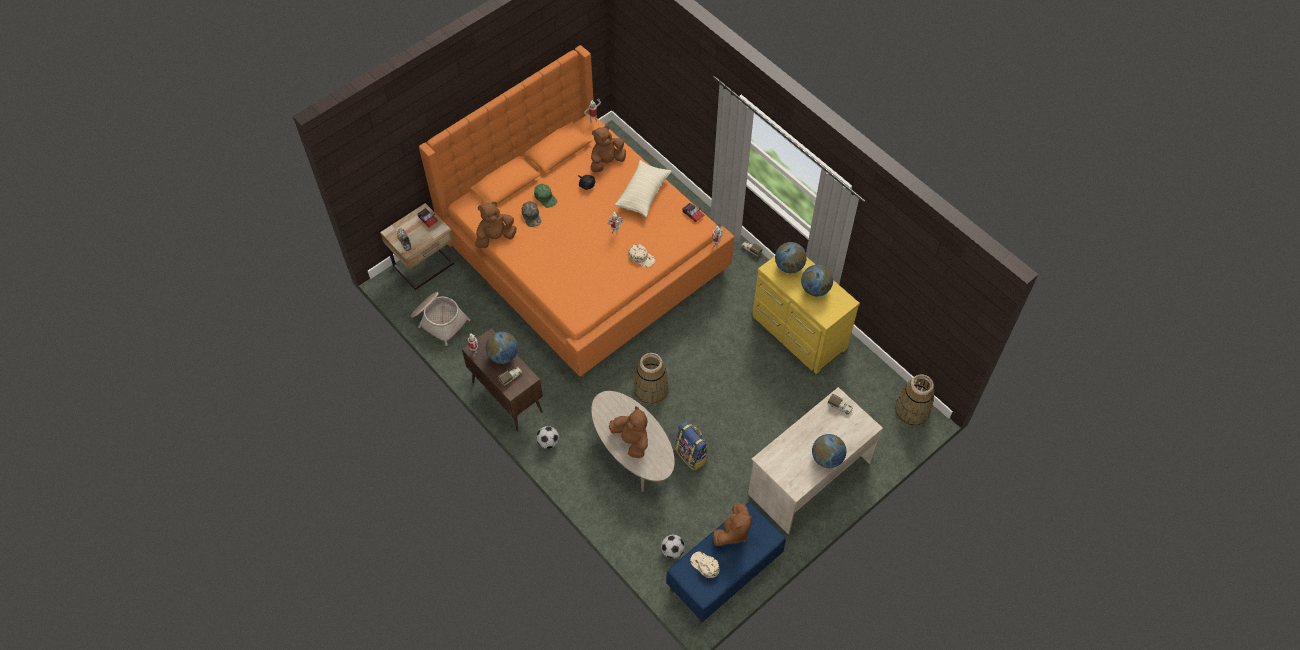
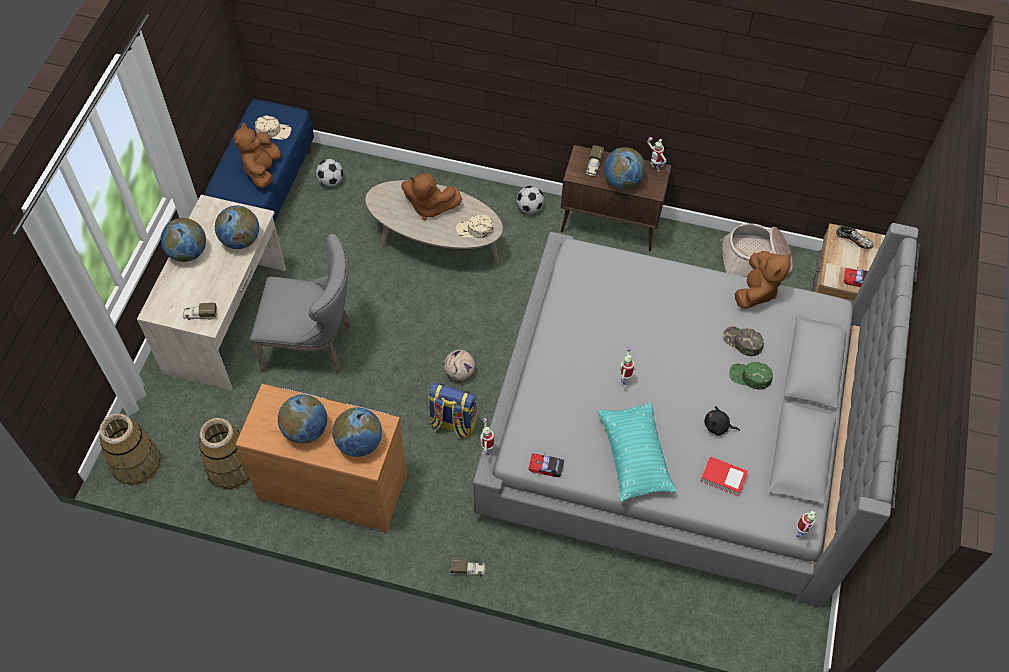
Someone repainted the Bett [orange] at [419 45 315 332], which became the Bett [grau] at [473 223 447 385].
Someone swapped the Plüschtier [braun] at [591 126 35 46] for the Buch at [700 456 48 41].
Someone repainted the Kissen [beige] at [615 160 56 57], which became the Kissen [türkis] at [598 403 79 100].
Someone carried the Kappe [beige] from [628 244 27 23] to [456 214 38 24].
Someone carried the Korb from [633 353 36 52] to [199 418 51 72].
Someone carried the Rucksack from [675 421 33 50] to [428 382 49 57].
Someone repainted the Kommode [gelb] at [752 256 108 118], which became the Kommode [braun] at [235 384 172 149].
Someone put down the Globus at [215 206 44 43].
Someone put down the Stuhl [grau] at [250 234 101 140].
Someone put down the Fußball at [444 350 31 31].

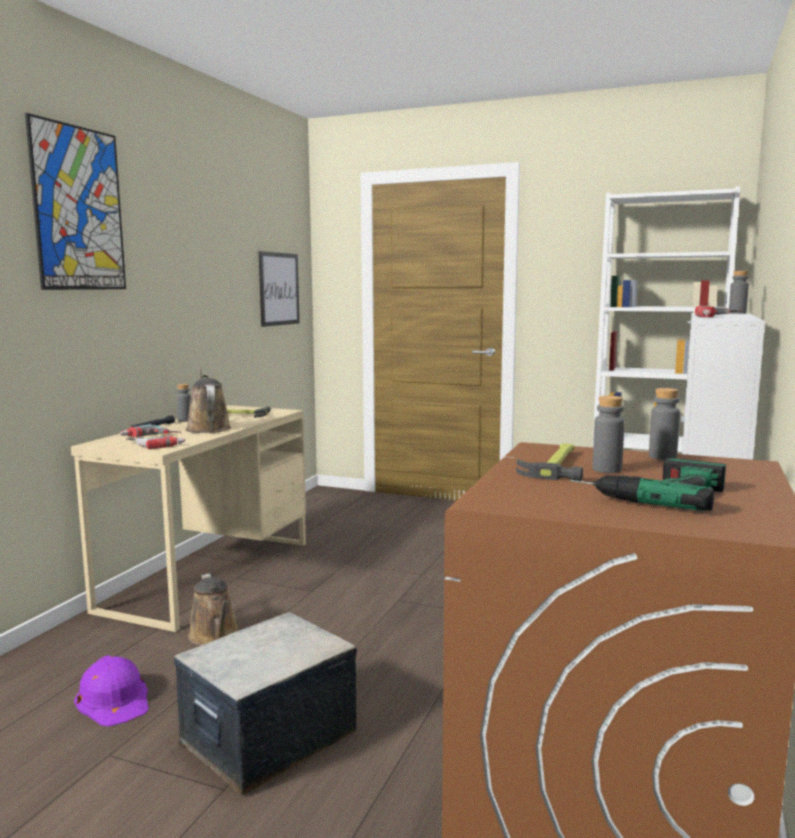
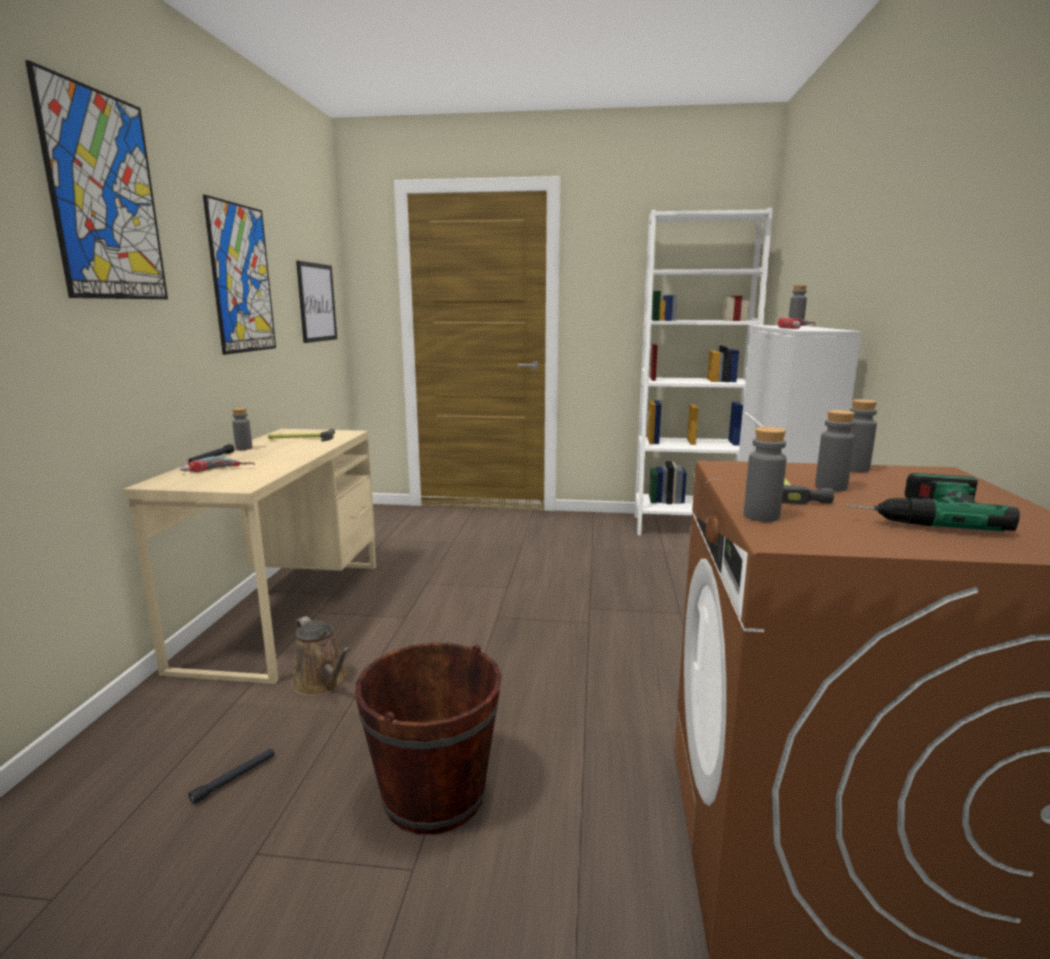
Someone swapped the Schutzhelm [lila] at [74 655 75 72] for the Taschenlampe [schwarz] at [189 748 86 56].
Someone took away the Bohrmaschine at [126 436 59 13].
Someone swapped the Aufbewahrungsbox at [174 612 183 183] for the Eimer [braun] at [355 643 147 192].
Someone took away the Gießkanne [braun] at [186 366 45 67].
Someone put up the Bild at [203 195 73 160].
Someone put down the Flasche [grau] at [744 427 43 95].

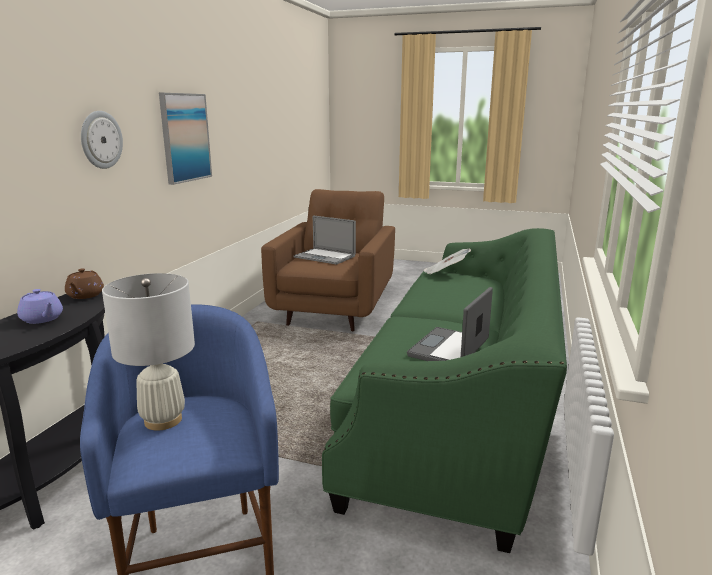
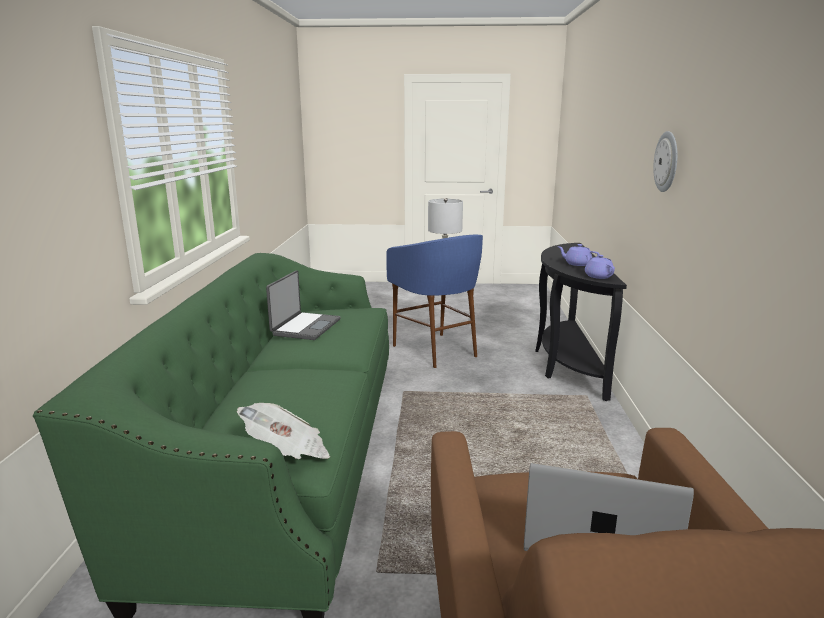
Someone repainted the Teekanne [braun] at [65 268 39 31], which became the Teekanne [lila] at [585 255 30 24].
Someone took away the Bild at [159 93 53 92].

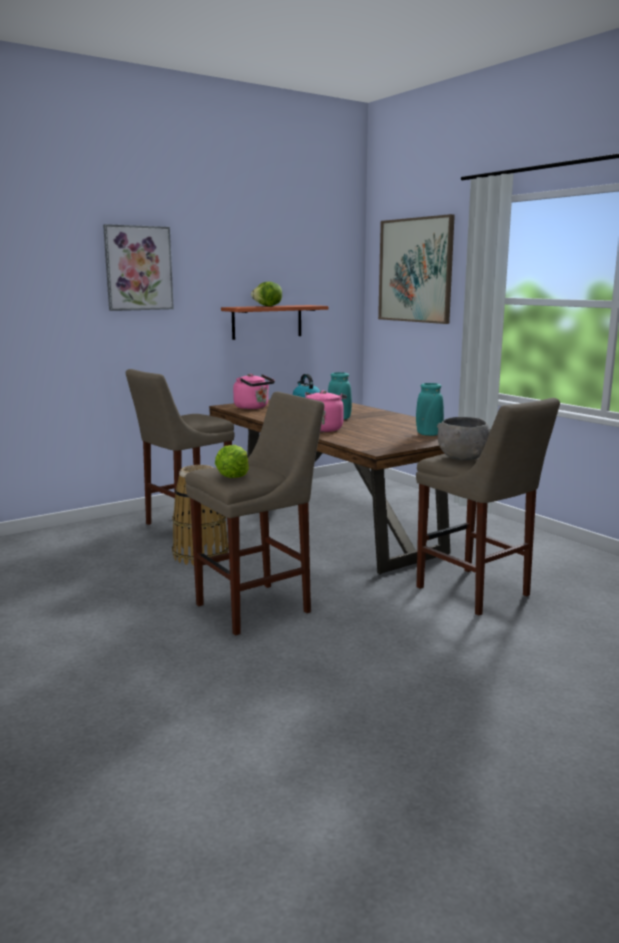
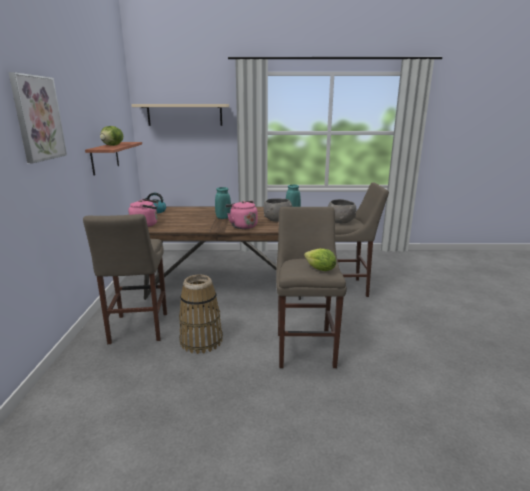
Someone swapped the Bild at [378 214 77 110] for the Wandregal [beige] at [131 104 98 22].
Someone put down the Schüssel [grau] at [263 198 29 24].

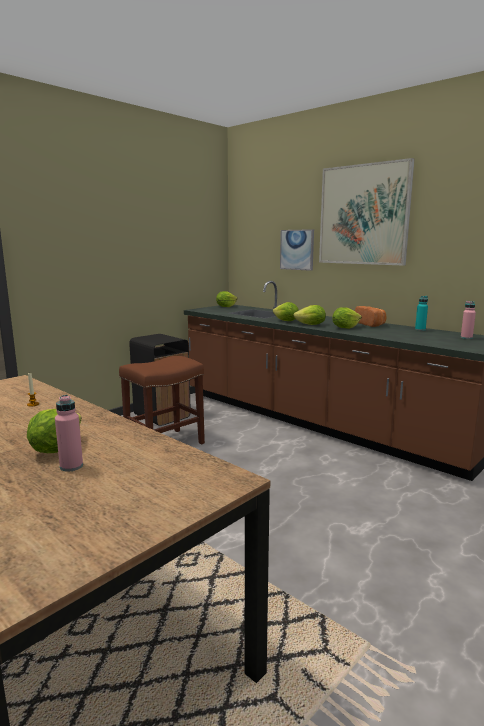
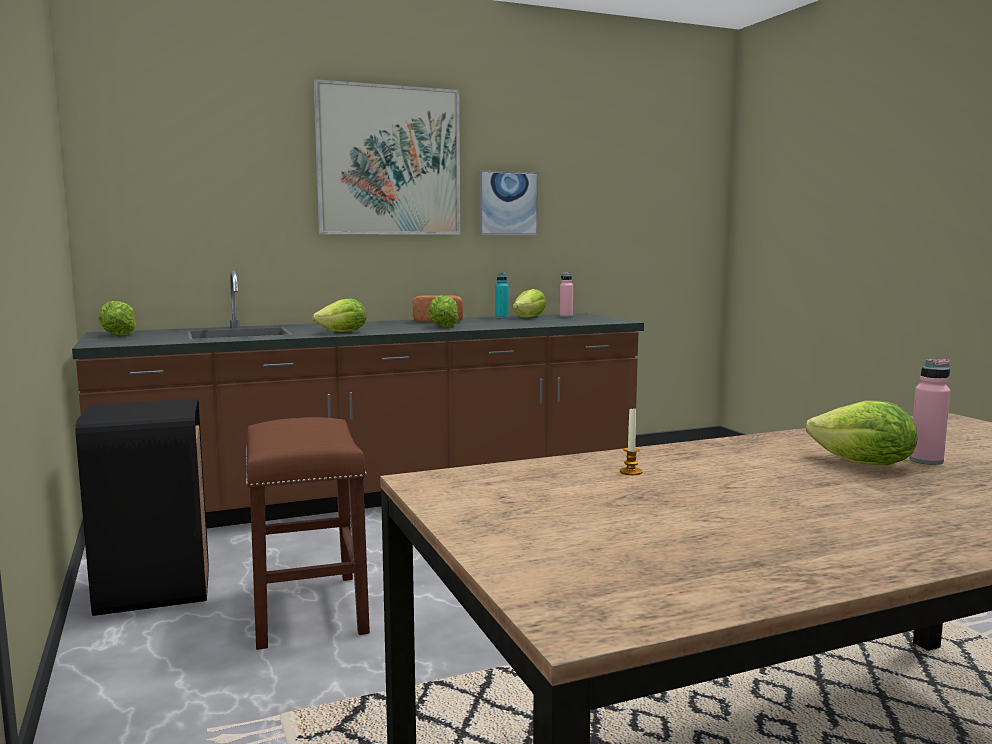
Someone carried the Bild from [280 229 34 42] to [479 171 59 65].
Someone carried the Salatkopf from [294 305 32 20] to [513 289 33 29].

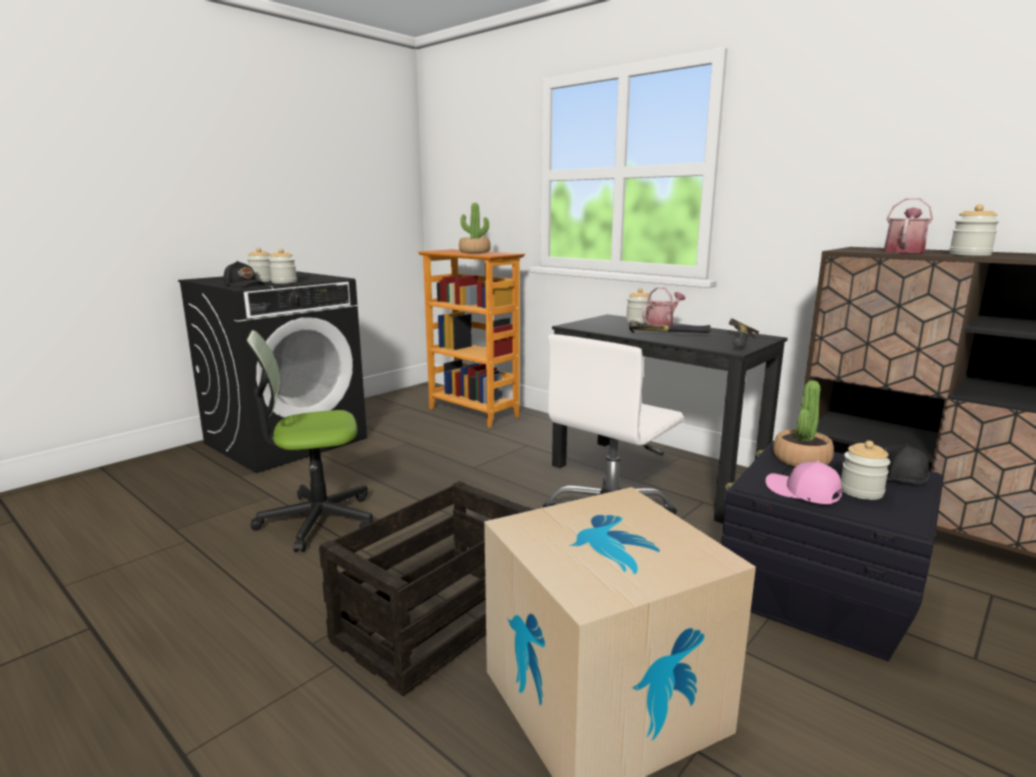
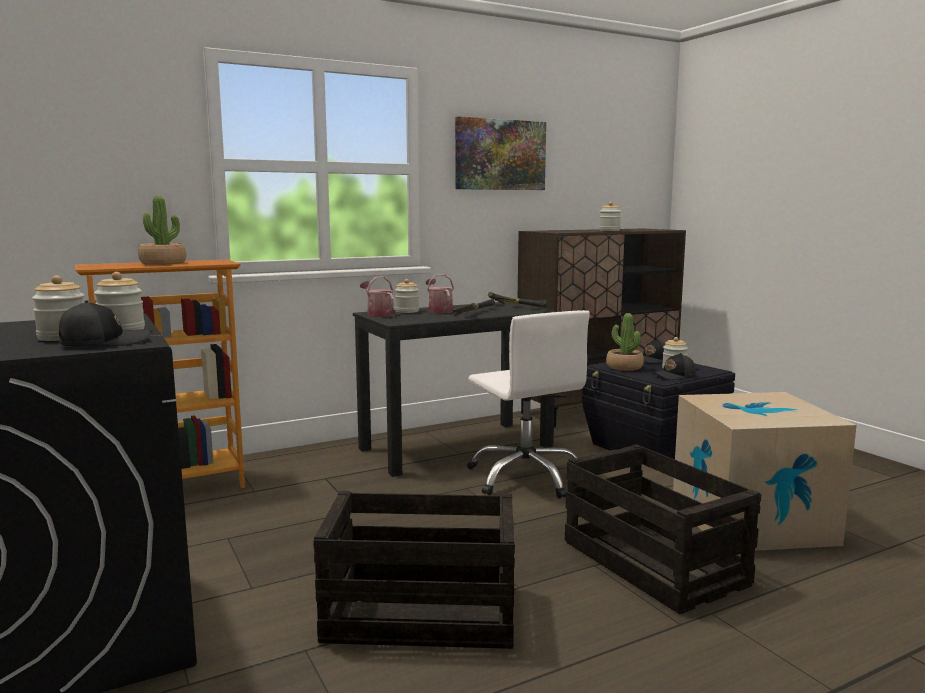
Someone swapped the Bürostuhl at [246 330 127 222] for the Kiste at [313 491 202 158].
Someone repainted the Kappe [rosa] at [765 461 77 43], which became the Kappe [schwarz] at [652 353 43 27].
Someone carried the Gießkanne from [884 198 49 55] to [360 276 34 41].
Someone put up the Bild at [455 116 91 74].

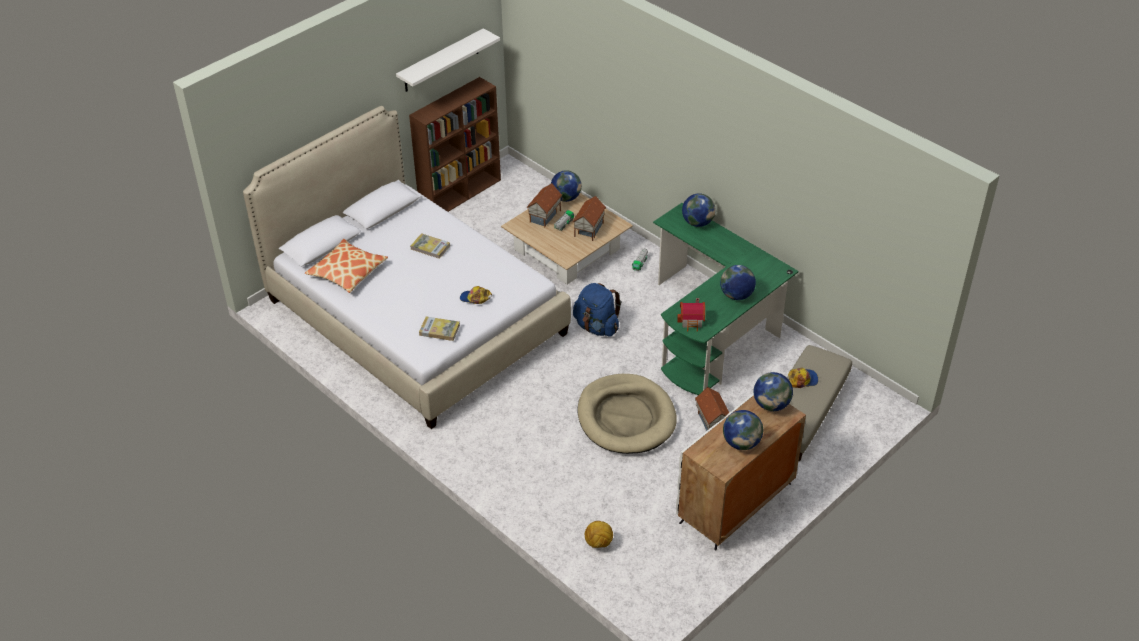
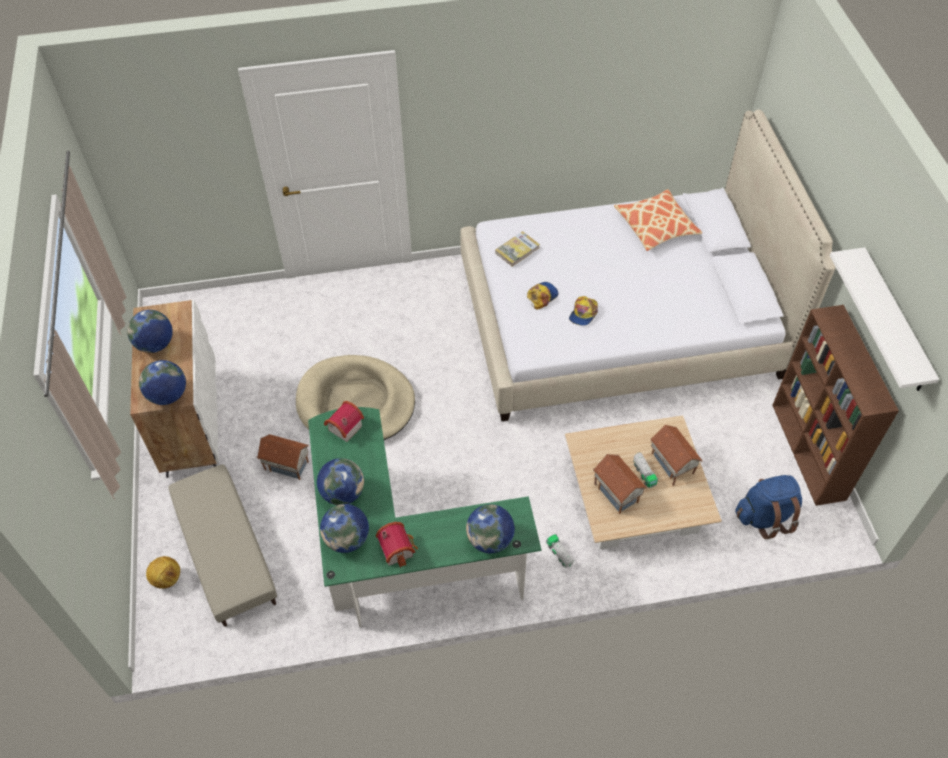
Someone took away the Buch at [411 233 39 26].
Someone carried the Globus from [551 170 31 32] to [320 504 49 49].
Someone carried the Rucksack [blau] from [573 283 48 54] to [735 475 67 64].
Someone carried the Fußball from [585 521 28 27] to [146 556 34 33].
Someone carried the Kappe from [788 367 30 21] to [569 296 29 30].
Someone put down the Spielzeughaus at [376 522 42 46].

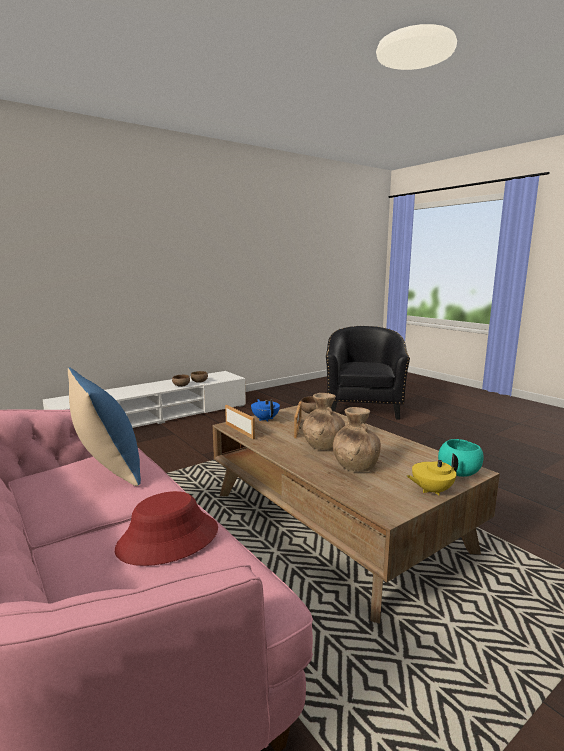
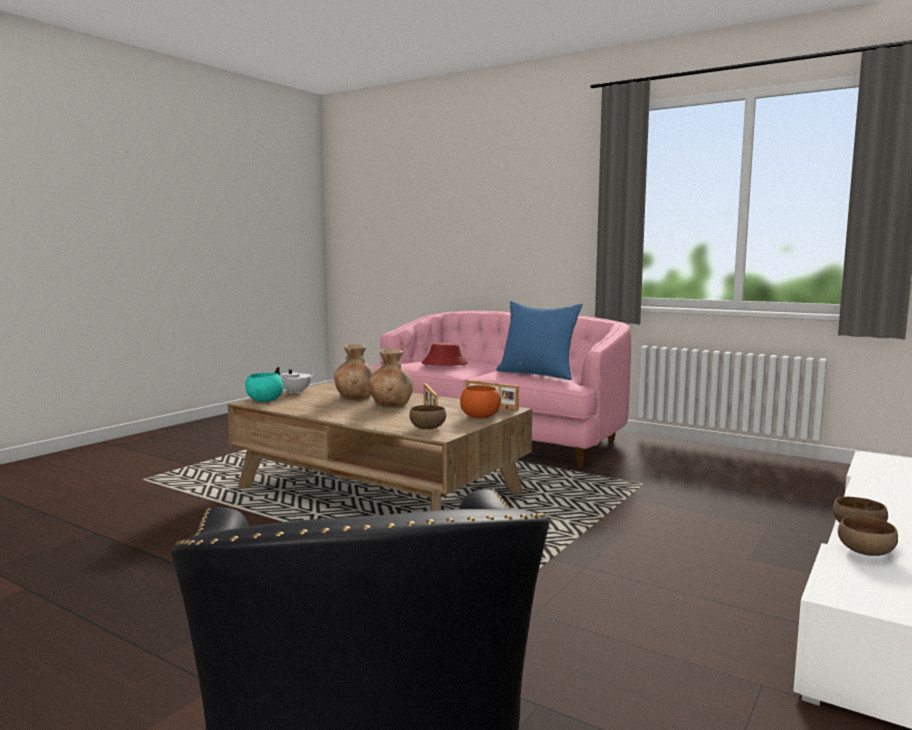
Someone swapped the Teekanne [blau] at [251 399 29 23] for the Schüssel [orange] at [460 385 41 33].
Someone repainted the Teekanne [gelb] at [407 453 51 42], which became the Teekanne [weiß] at [275 367 42 27].

